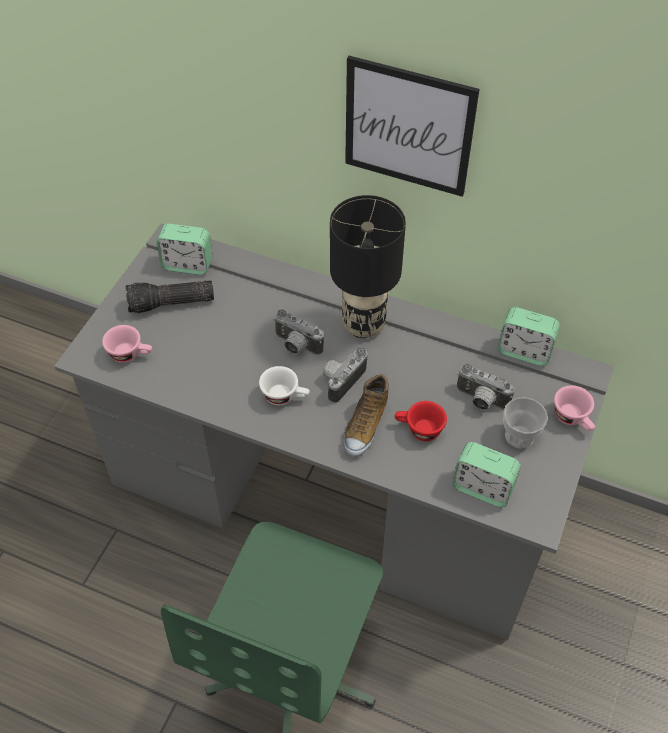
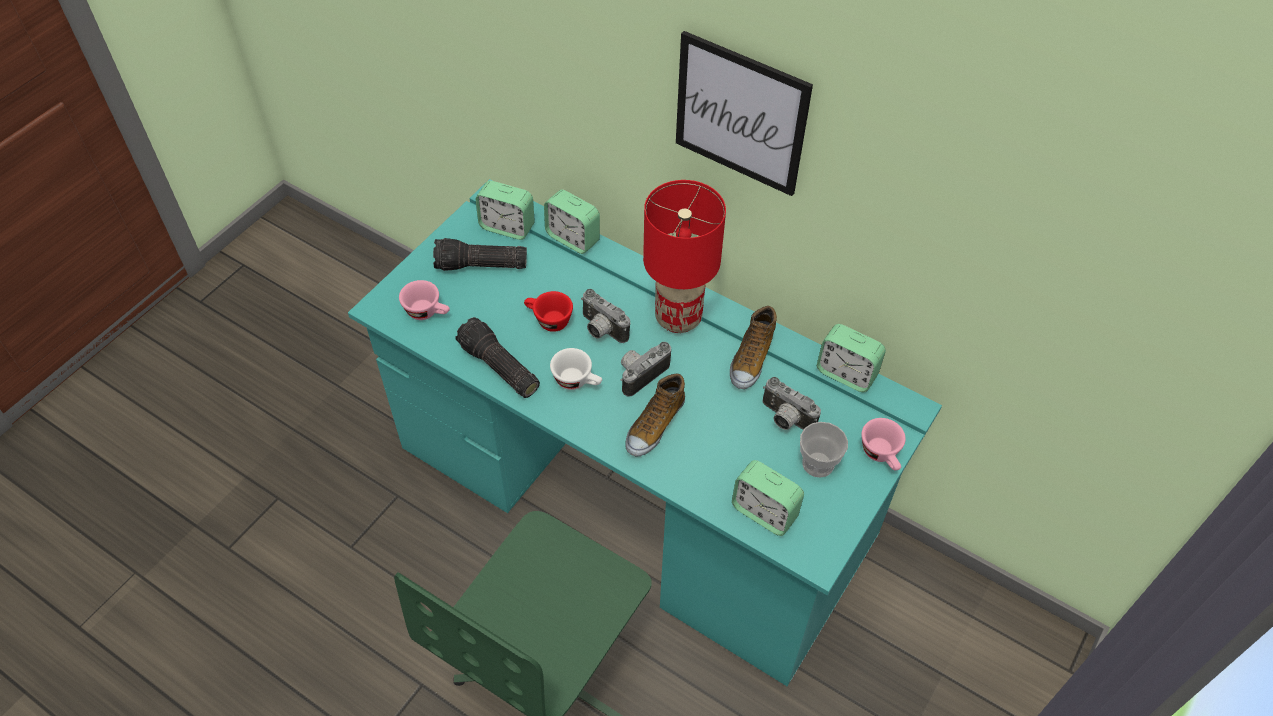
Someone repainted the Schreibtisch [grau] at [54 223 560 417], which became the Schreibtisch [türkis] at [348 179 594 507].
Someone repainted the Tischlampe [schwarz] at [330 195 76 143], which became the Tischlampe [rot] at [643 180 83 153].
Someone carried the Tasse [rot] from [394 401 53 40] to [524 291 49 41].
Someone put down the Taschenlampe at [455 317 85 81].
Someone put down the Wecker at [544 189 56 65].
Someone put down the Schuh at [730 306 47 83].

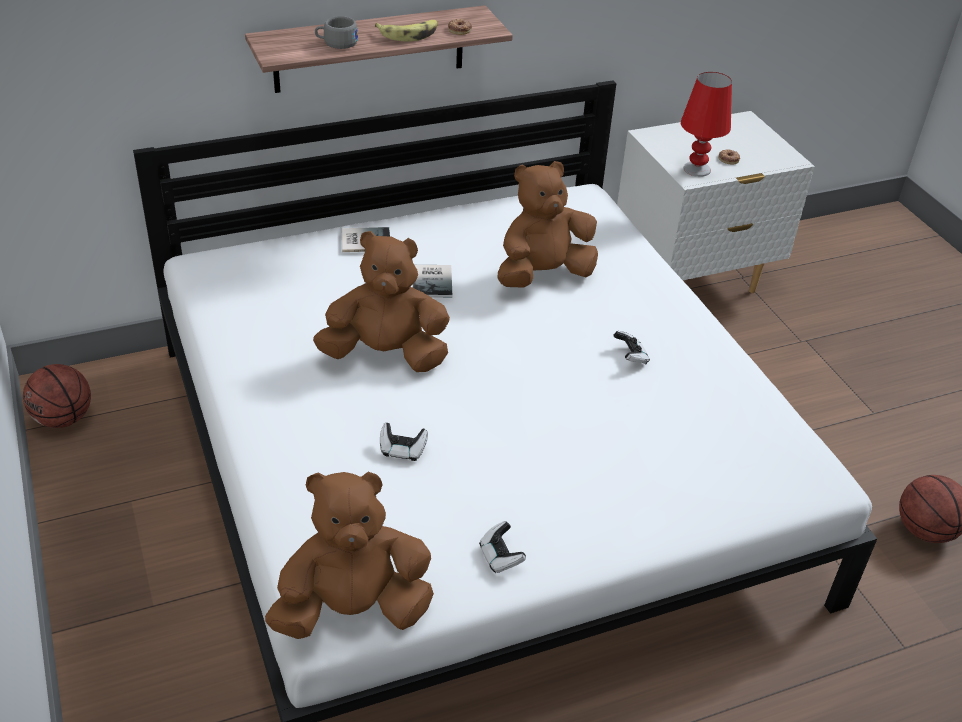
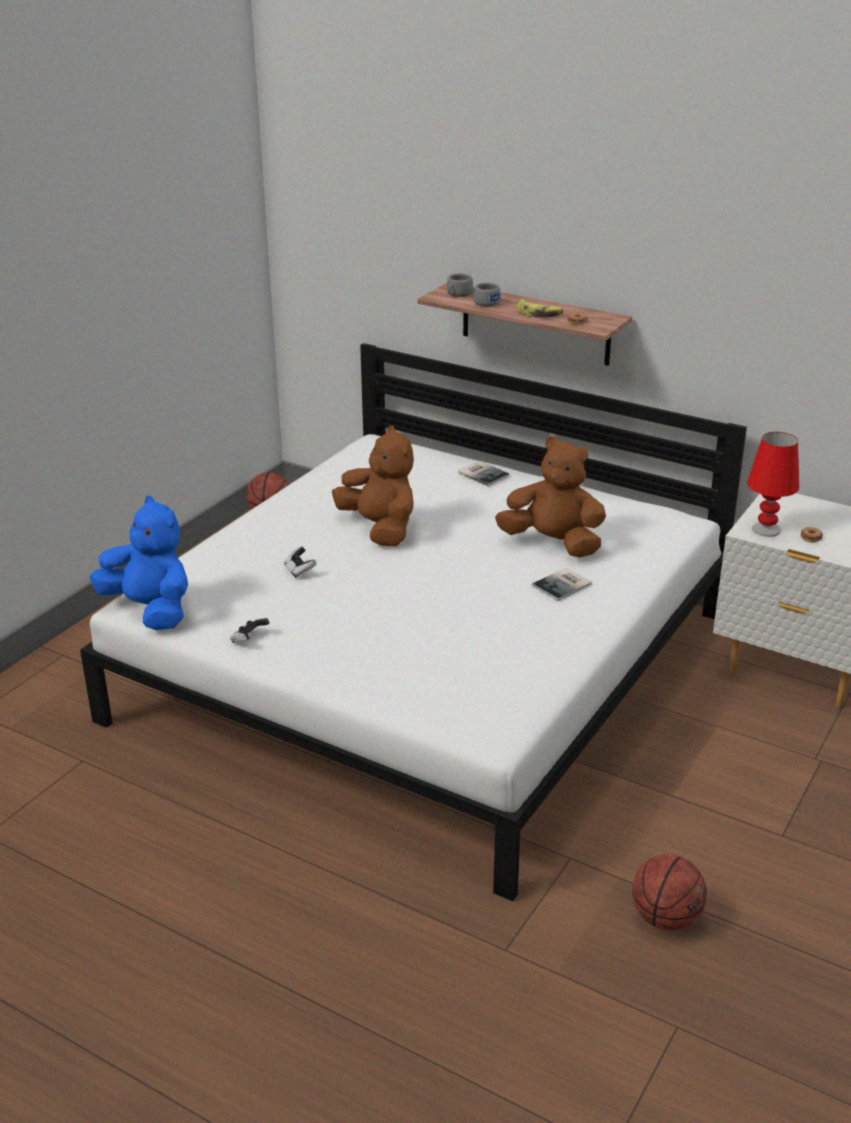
Someone repainted the Plüschtier [braun] at [265 472 169 167], which became the Plüschtier [blau] at [90 495 98 135].
Someone carried the Buch from [413 265 39 33] to [532 568 60 33].
Someone took away the Gamepad at [613 331 37 33].
Someone put down the Tasse [grau] at [447 274 26 23].

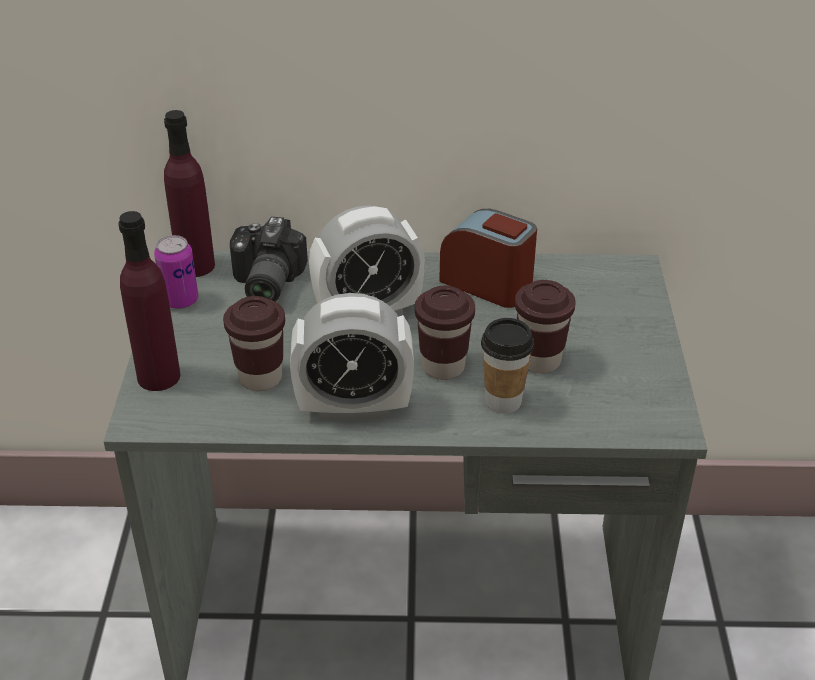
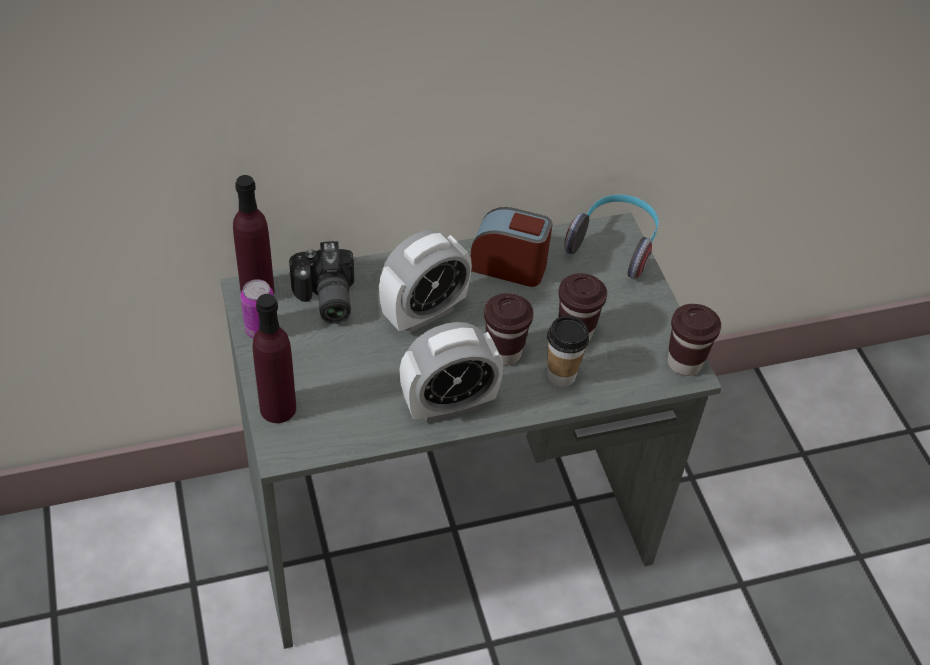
Someone carried the Tasse [braun] from [223 296 62 95] to [668 304 53 72].
Someone put down the Kopfhörer at [564 195 95 84].

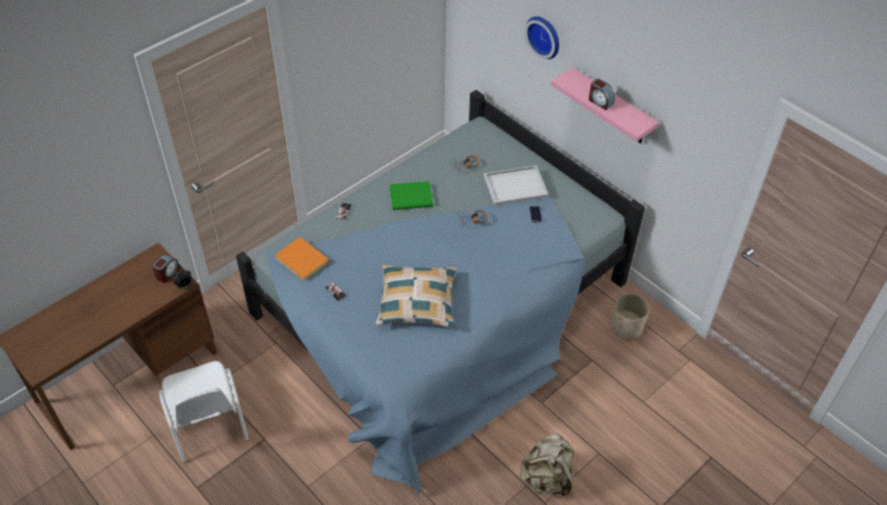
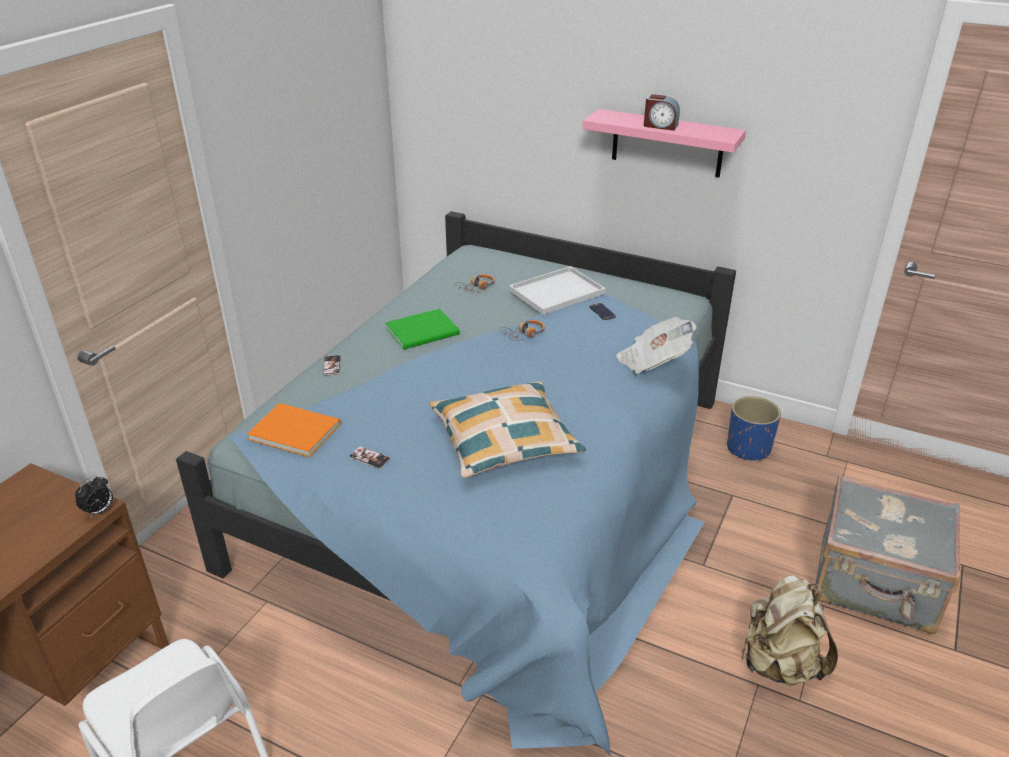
Someone took away the Wecker at [152 254 28 29].
Someone took away the Wanduhr at [524 16 35 43].
Someone repainted the Pflanzkübel [beige] at [611 293 39 47], which became the Pflanzkübel [blau] at [727 396 54 65].
Someone put down the Zeitung at [616 317 81 57].
Someone put down the Koffer [grau] at [814 475 146 159].

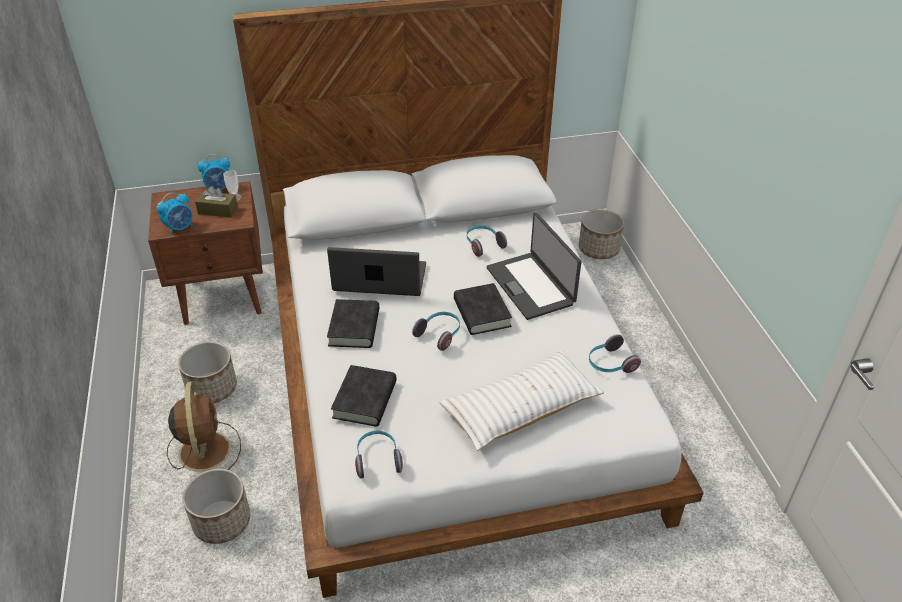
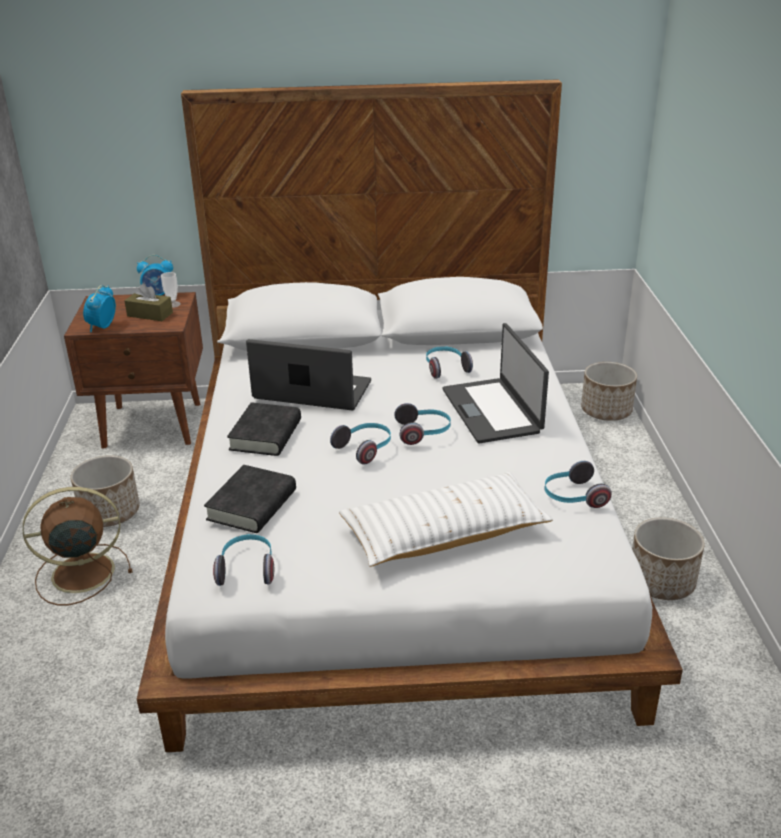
Someone rotated the Wecker at [156 193 37 43] by 135 degrees clockwise.
Someone rotated the Ventilator [braun] at [167 381 74 91] by 105 degrees counterclockwise.
Someone carried the Pflanzkübel from [183 469 67 75] to [632 518 73 82].
Someone swapped the Buch [schwarz] at [454 283 58 52] for the Kopfhörer at [394 403 57 42].

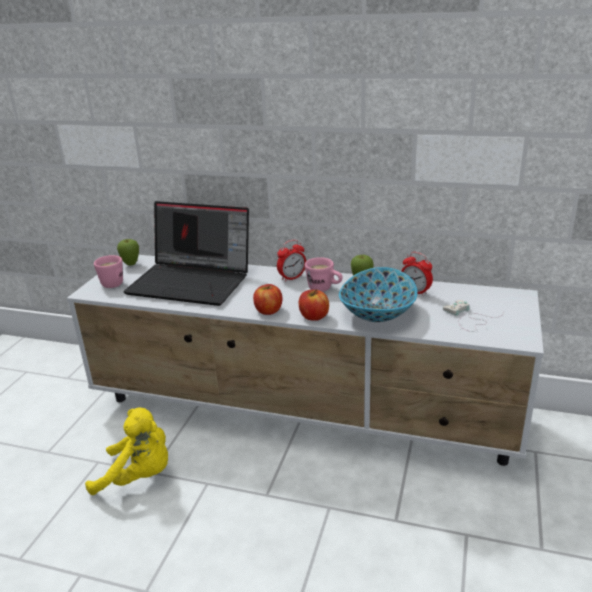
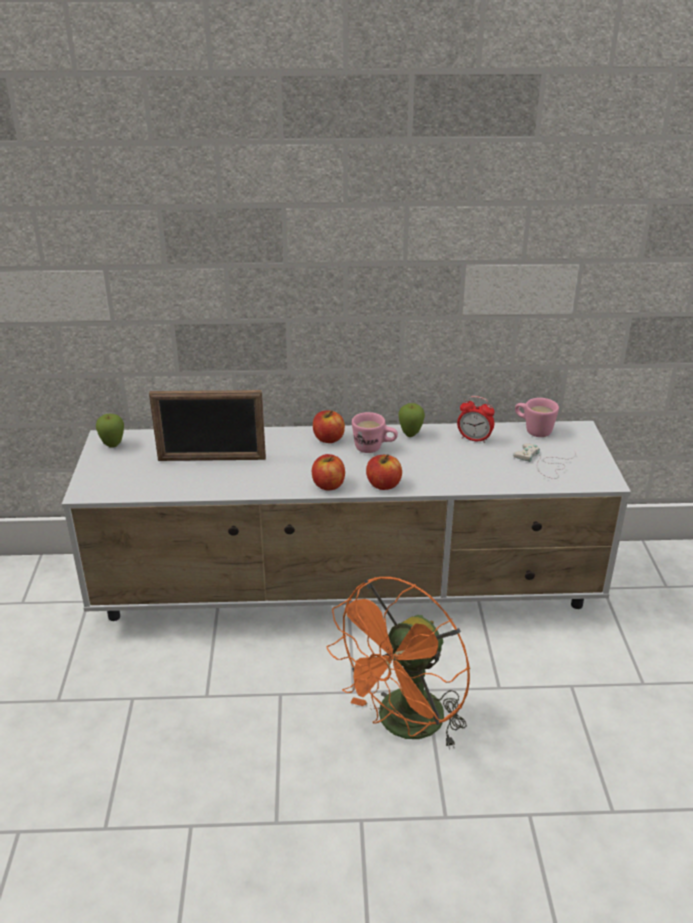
Someone took away the Plüschtier [gelb] at [85 407 83 88].
Someone carried the Henkelbecher [rosa] from [94 255 29 33] to [515 398 44 39].
Someone swapped the Laptop at [123 201 126 105] for the Bilderrahmen at [149 390 117 71].
Someone swapped the Wecker at [277 240 29 42] for the Apfel at [313 410 32 33].
Someone took away the Schüssel at [339 267 79 55].
Someone put down the Ventilator [orange] at [326 577 144 173].

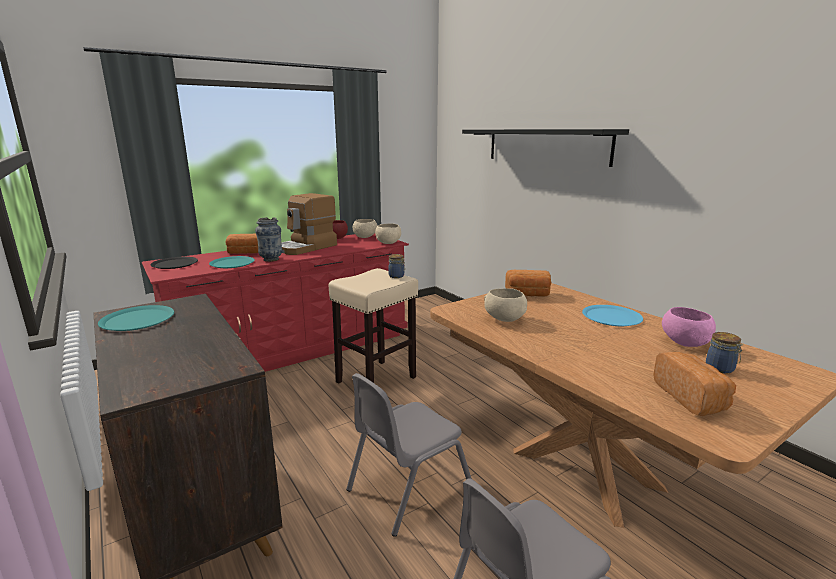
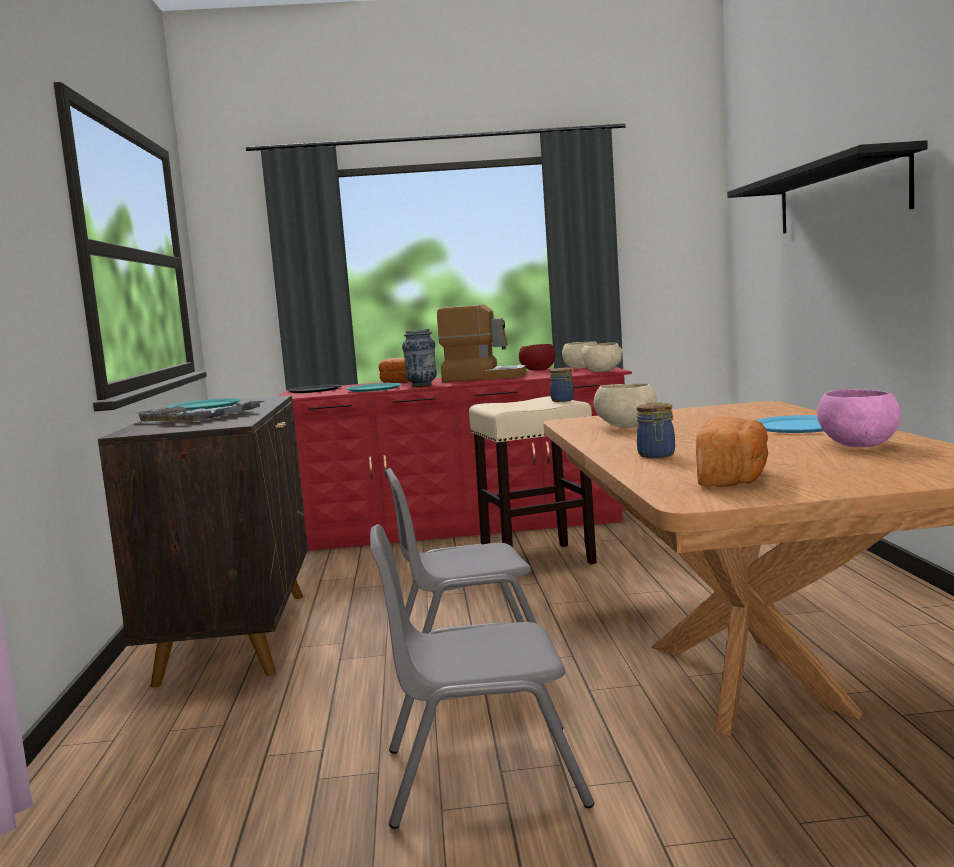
Someone rotated the Kaffeemaschine at [281 193 56 62] by 150 degrees counterclockwise.
Someone took away the Brot at [505 270 46 26].
Someone carried the Vorratsglas from [706 332 37 41] to [637 403 38 55].
Someone put down the Tablett [grau] at [135 401 129 21].

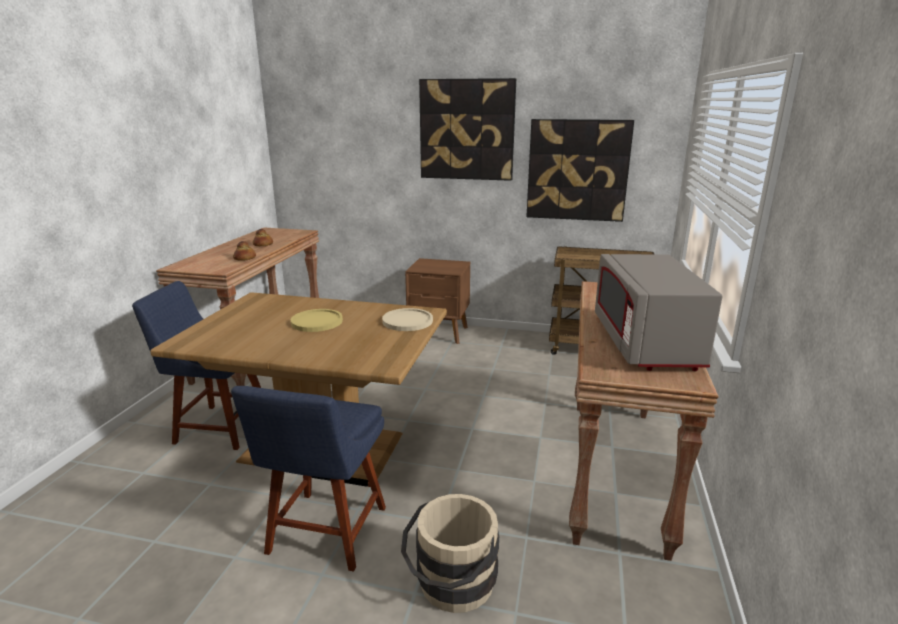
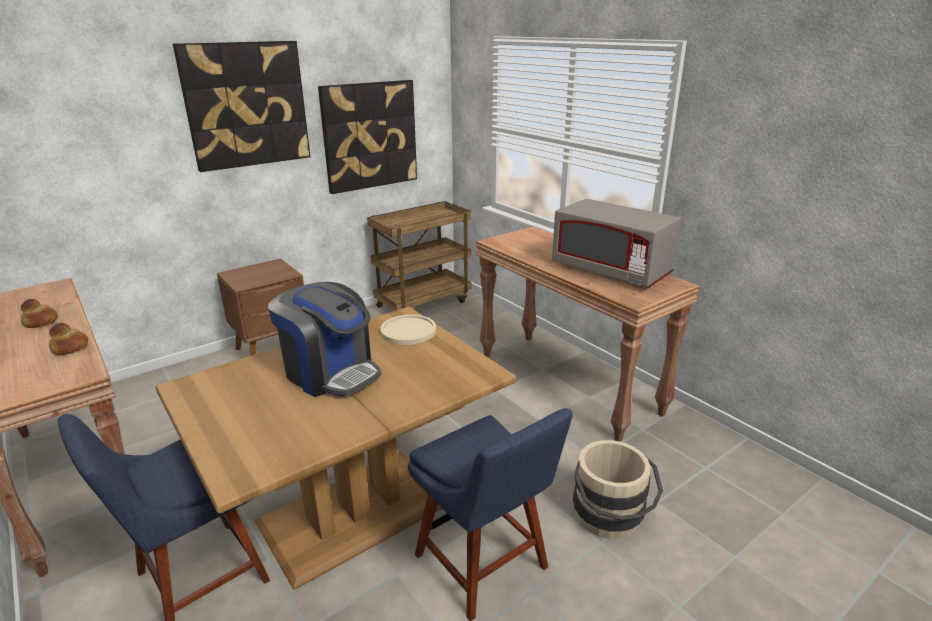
Someone swapped the Teller [gelb] at [291 309 52 23] for the Kaffeemaschine at [268 282 113 115].

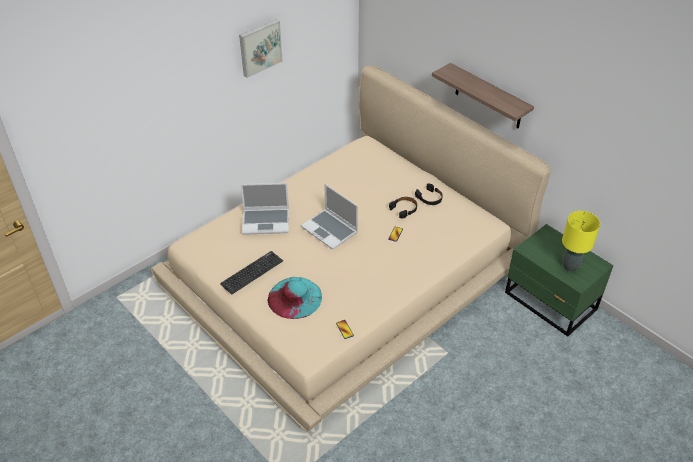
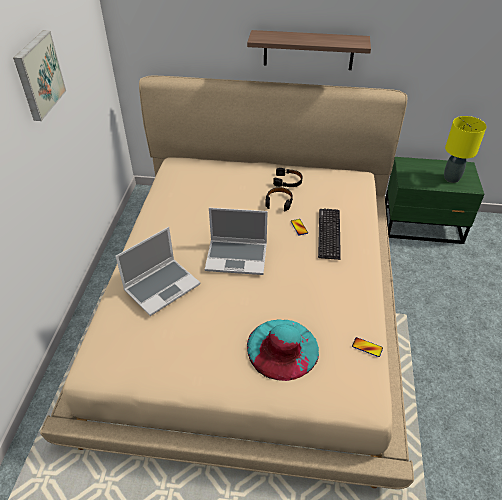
Someone carried the Tastatur from [220 251 63 43] to [318 209 23 51].

